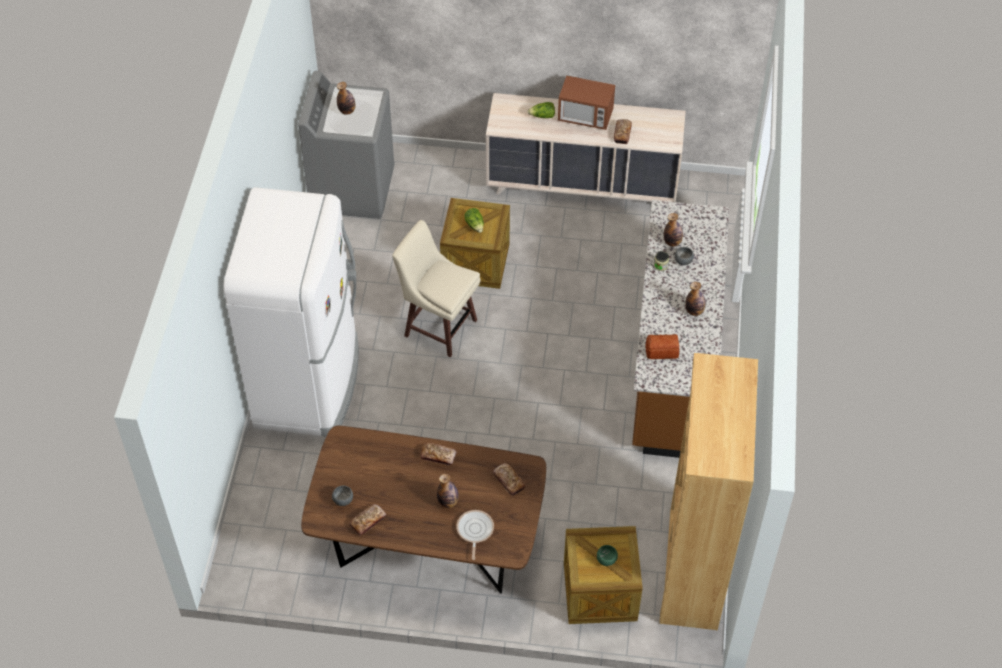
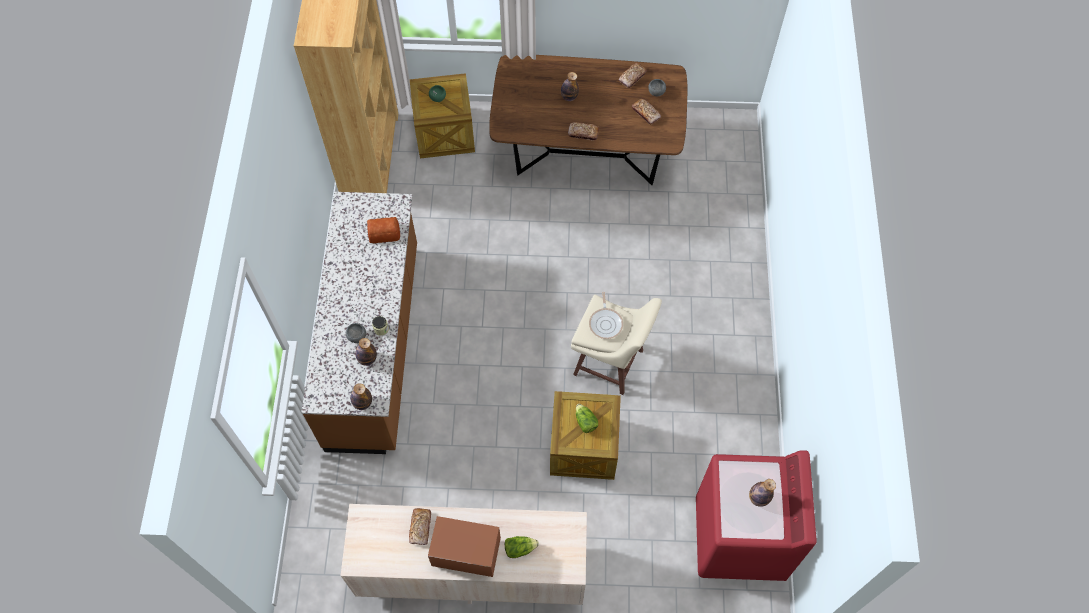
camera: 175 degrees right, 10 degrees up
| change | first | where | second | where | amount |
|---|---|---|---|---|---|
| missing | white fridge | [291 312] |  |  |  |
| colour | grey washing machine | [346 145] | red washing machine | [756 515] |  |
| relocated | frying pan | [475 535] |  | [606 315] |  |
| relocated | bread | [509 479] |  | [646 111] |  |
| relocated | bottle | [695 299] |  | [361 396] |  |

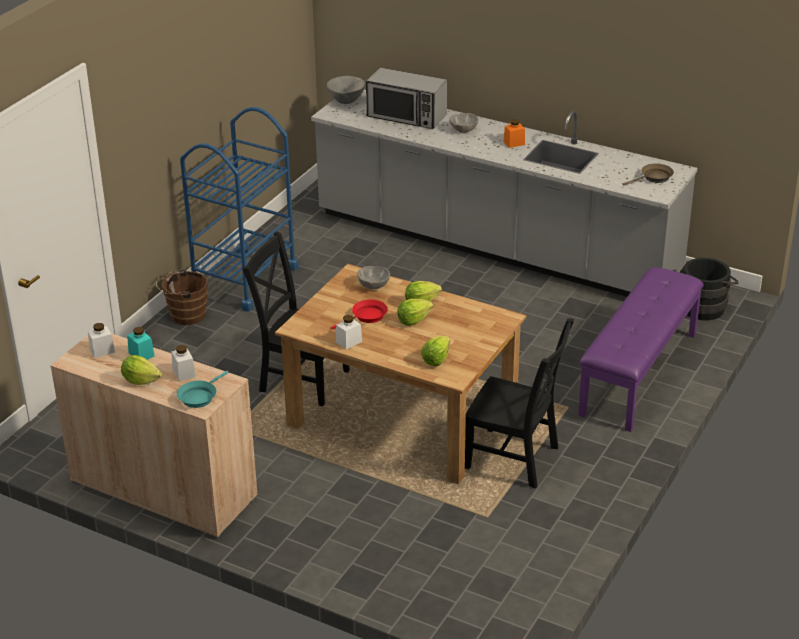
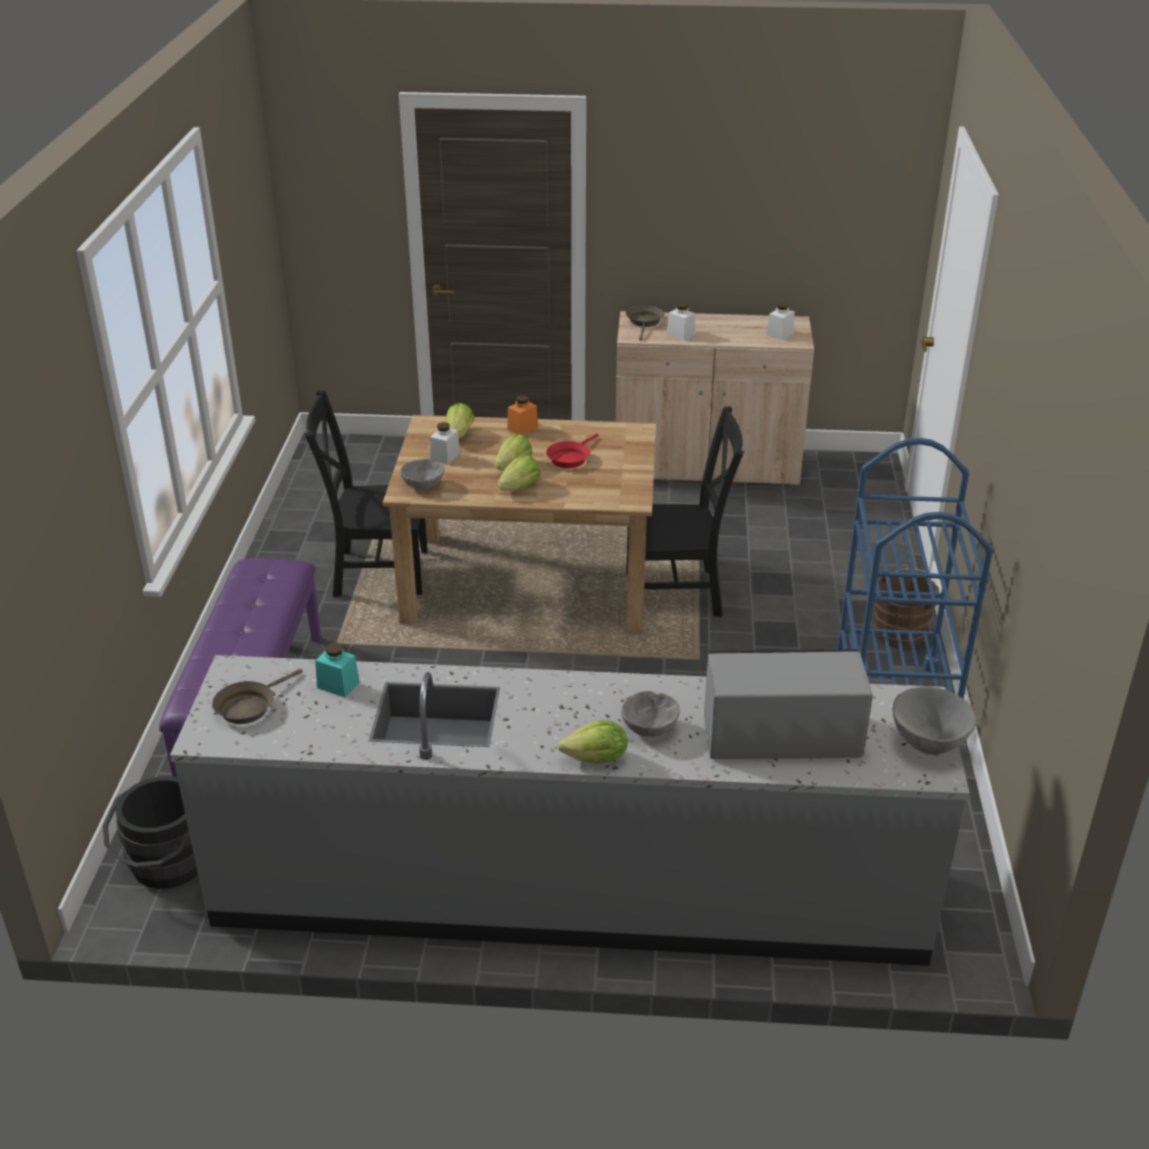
camera: 155 degrees right, 0 degrees up
| change | first | where | second | where | amount |
|---|---|---|---|---|---|
| relocated | lettuce | [141 370] |  | [593 742] |  |
| relocated | turquoise jar | [141 343] |  | [337 670] |  |
| colour | turquoise frying pan | [202 389] | brown frying pan | [645 323] |  |
| relocated | white jar | [349 332] |  | [445 443] |  |
| relocated | grey bowl | [373 277] |  | [422 474] |  |
| relocated | orange jar | [514 133] |  | [522 415] |  |

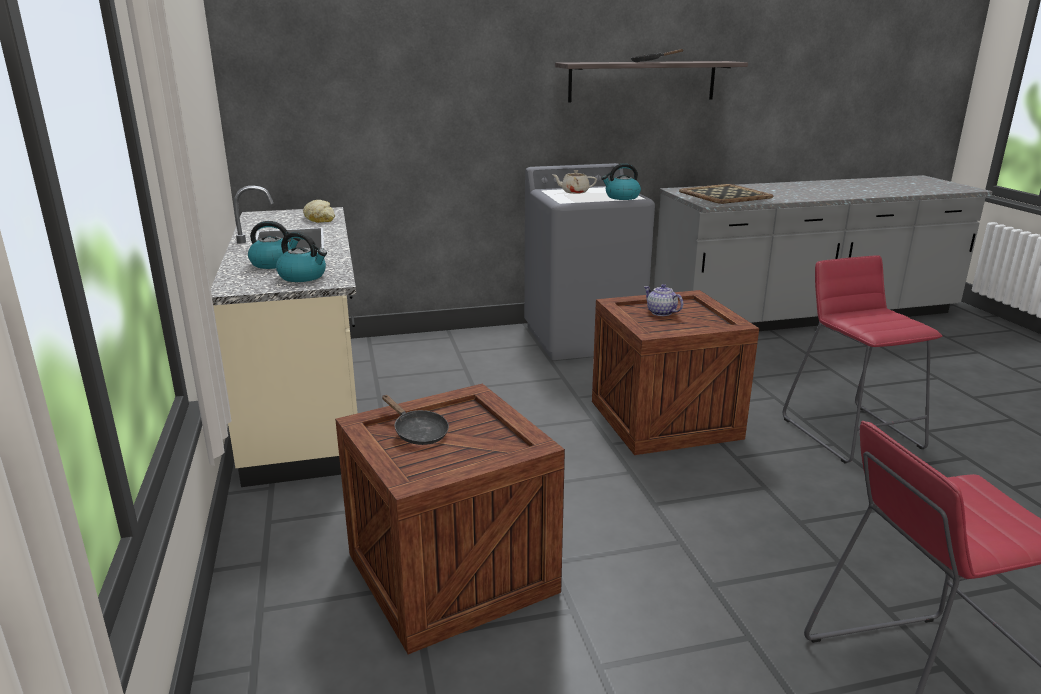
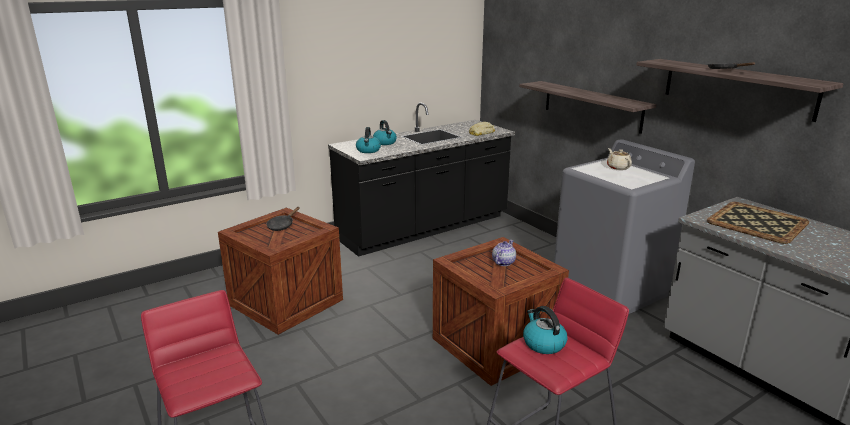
camera: 70 degrees right, 0 degrees up
| change | first | where | second | where | amount |
|---|---|---|---|---|---|
| colour | beige counter | [284 336] | black counter | [421 180] |  |
| relocated | kettle | [621 181] |  | [545 330] |  |
| appeared |  |  | shelf | [588 107] |  |

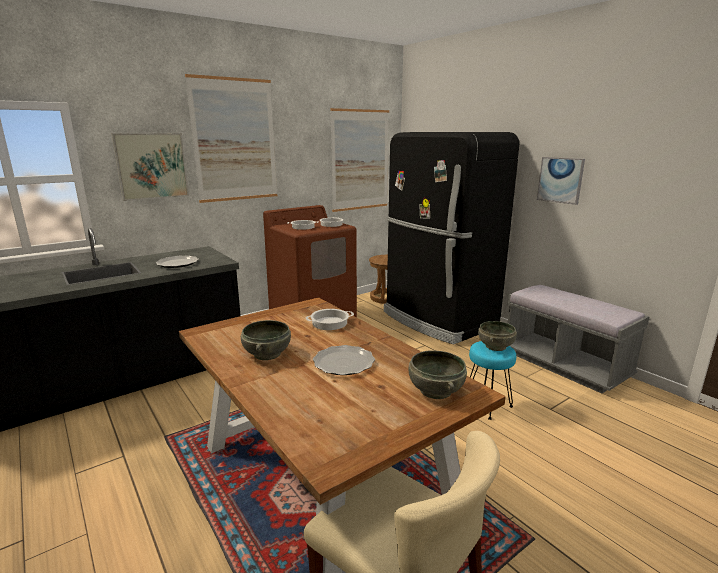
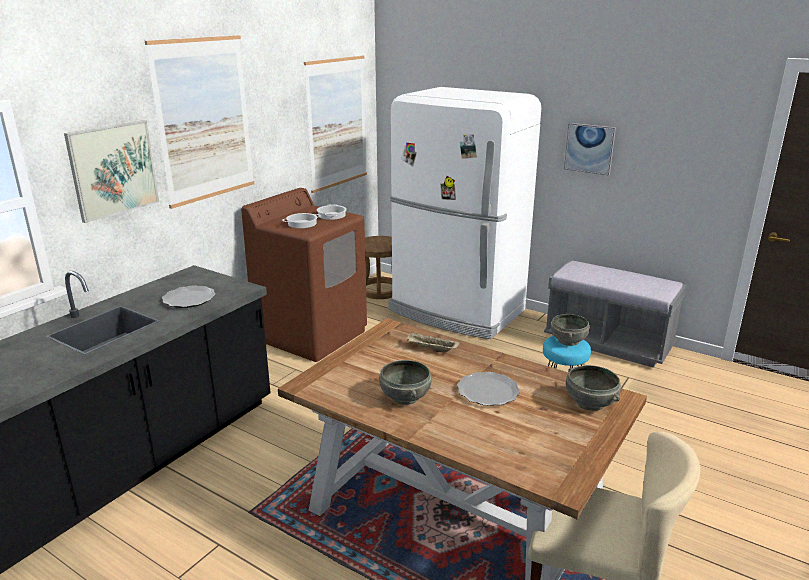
camera: 20 degrees left, 5 degrees up
| change | first | where | second | where | amount |
|---|---|---|---|---|---|
| exchanged | cooking pot | [330 319] | beige tray | [433 342] |  |
| colour | black fridge | [451 238] | white fridge | [464 213] |  |

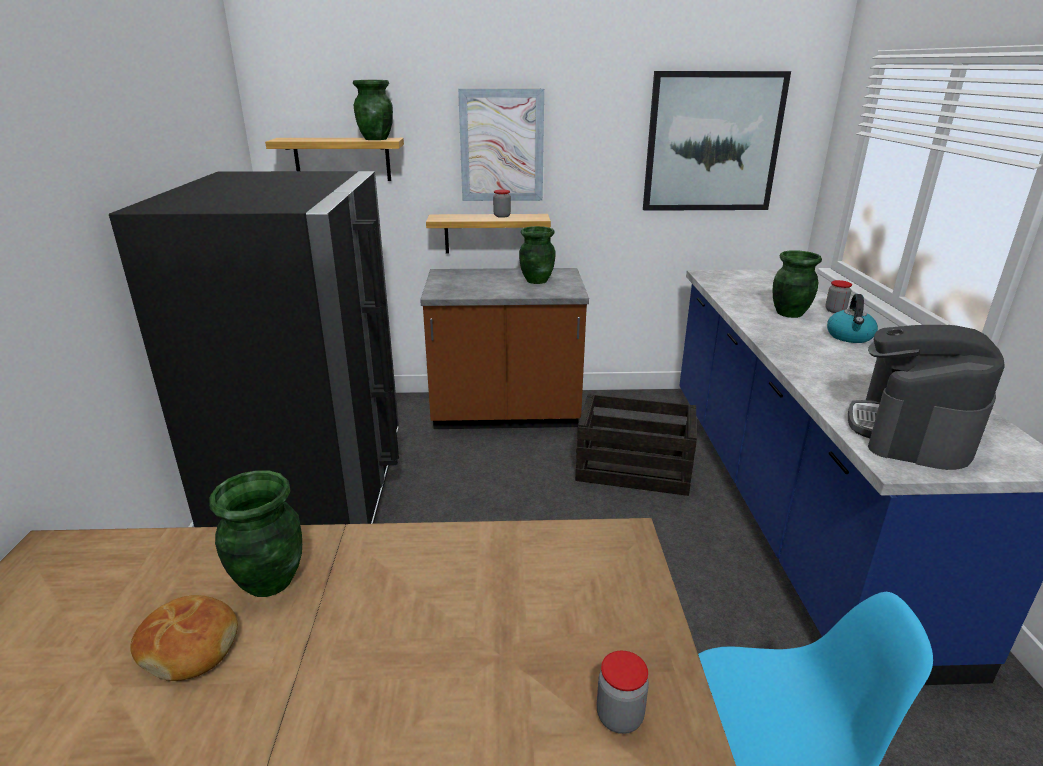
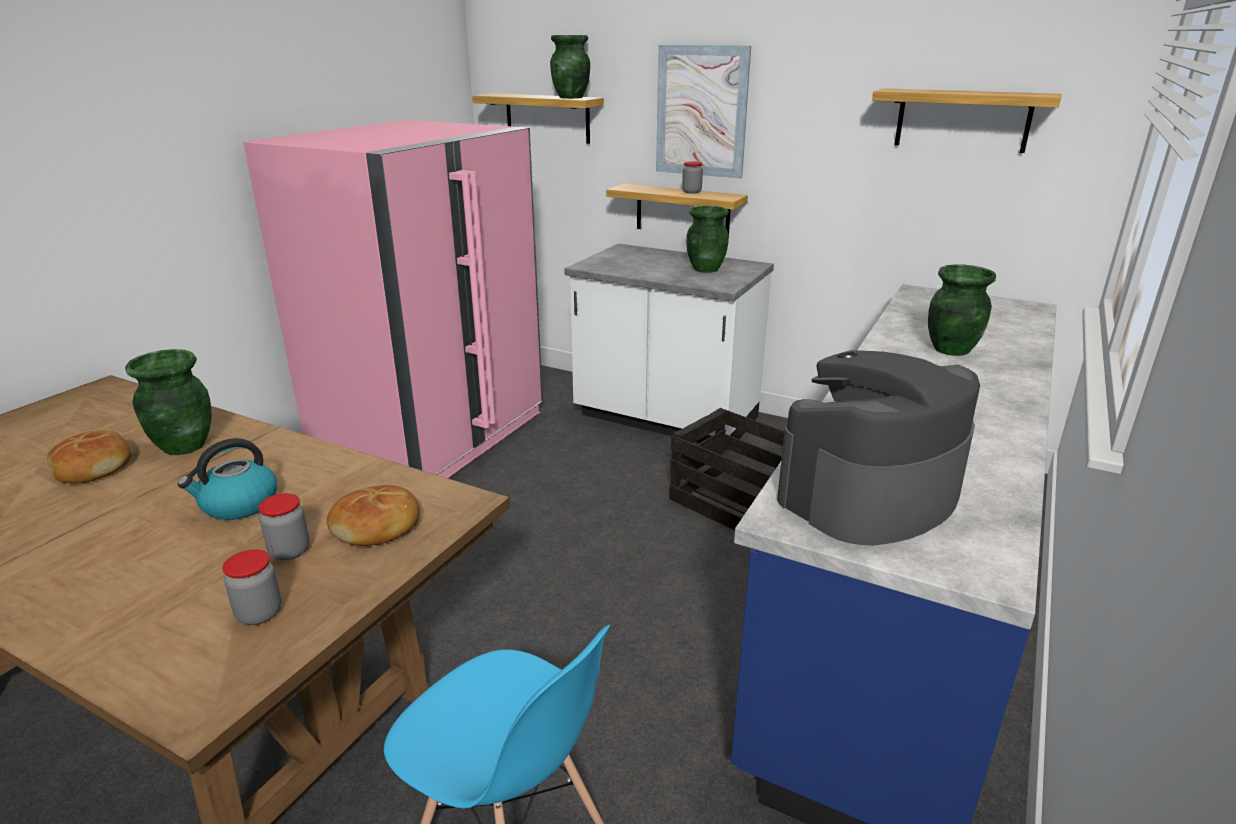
camera: 30 degrees right, 0 degrees up
| change | first | where | second | where | amount |
|---|---|---|---|---|---|
| colour | black fridge | [254 349] | pink fridge | [393 299] |  |
| colour | brown counter | [504 348] | white counter | [669 347] |  |
| exchanged | picture | [717 141] | shelf | [967 120] |  |
| relocated | jar | [838 296] |  | [283 526] |  |
| relocated | kettle | [852 318] |  | [227 479] |  |
| appeared |  |  | bread | [373 515] |  |

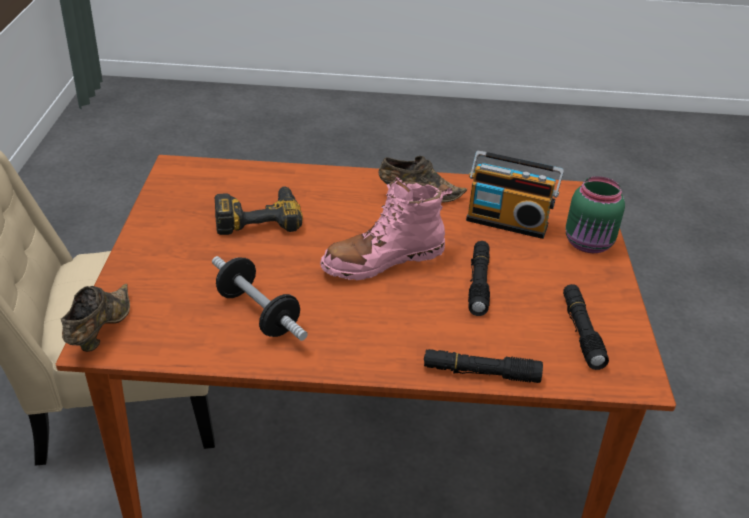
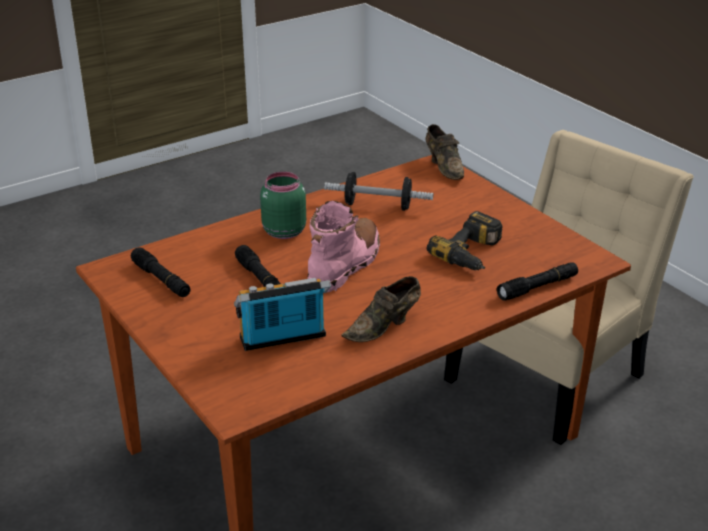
camera: 145 degrees right, 5 degrees down
| change | first | where | second | where | amount |
|---|---|---|---|---|---|
| relocated | black flashlight | [483 366] |  | [537 281] |  |
| relocated | green jar | [595 214] |  | [283 205] |  |

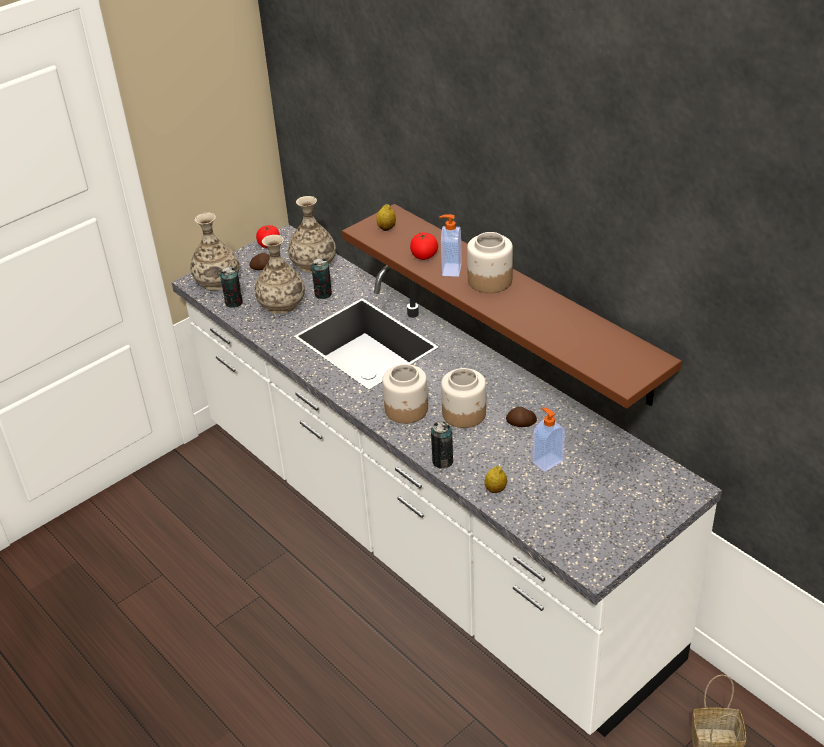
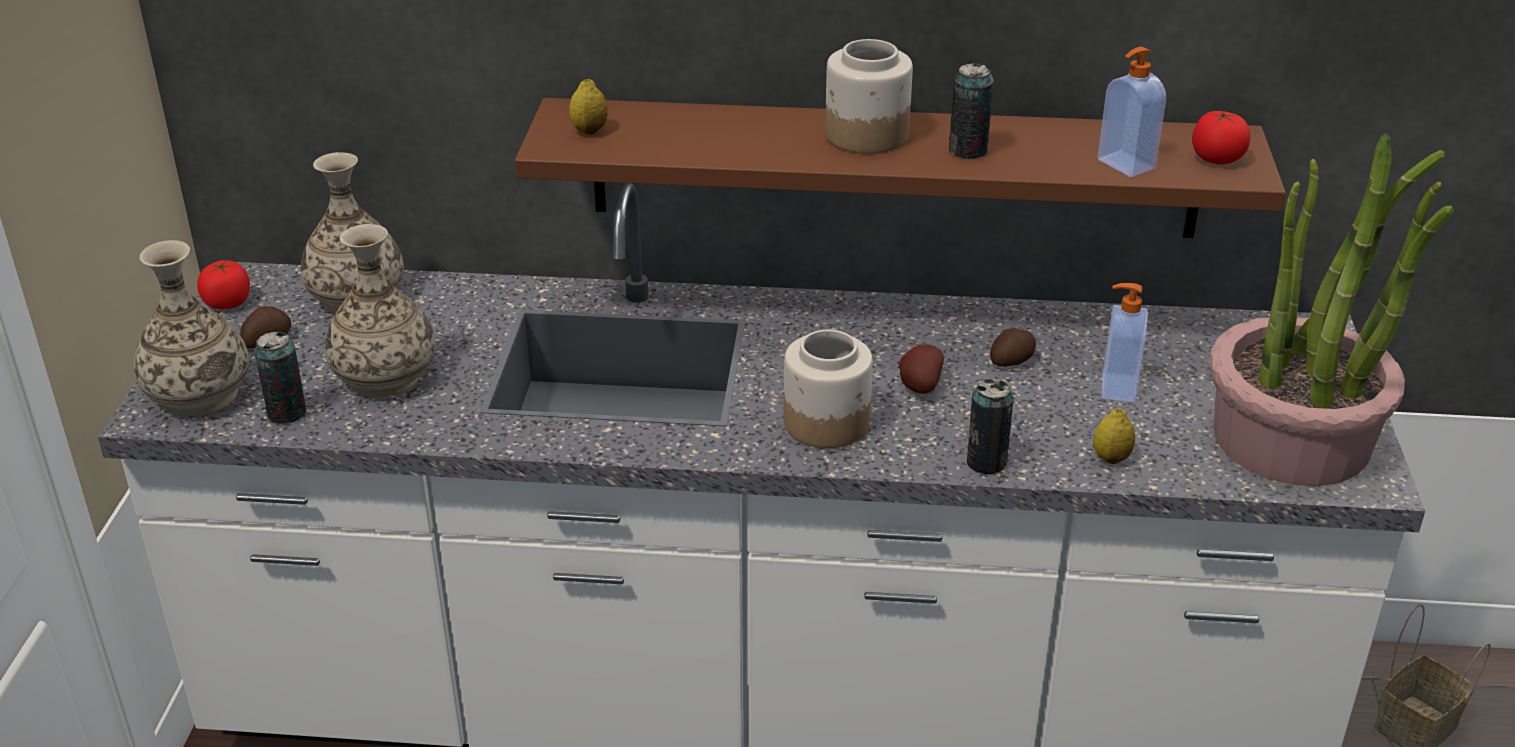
camera: 45 degrees left, 5 degrees down
| change | first | where | second | where | amount |
|---|---|---|---|---|---|
| relocated | can | [321 278] |  | [971 111] |  |
| relocated | tomato | [424 246] |  | [1221 136] |  |
| relocated | soap dispenser | [450 245] |  | [1132 112] |  |
| exchanged | jar | [463 398] | potato | [921 369] |  |
| appeared |  |  | potted plant | [1331 309] |  |

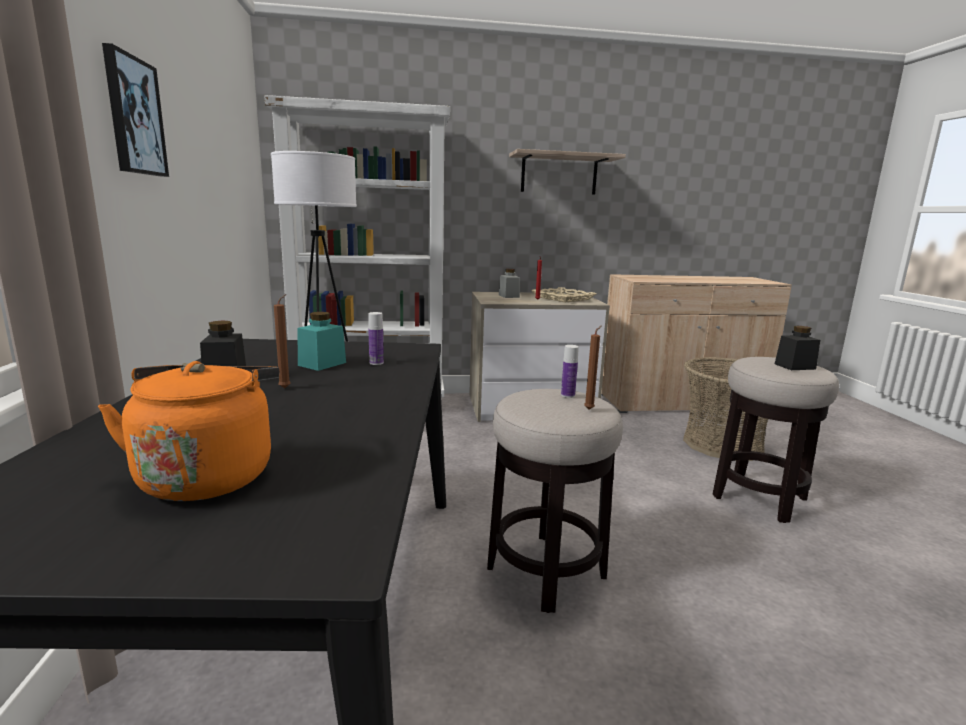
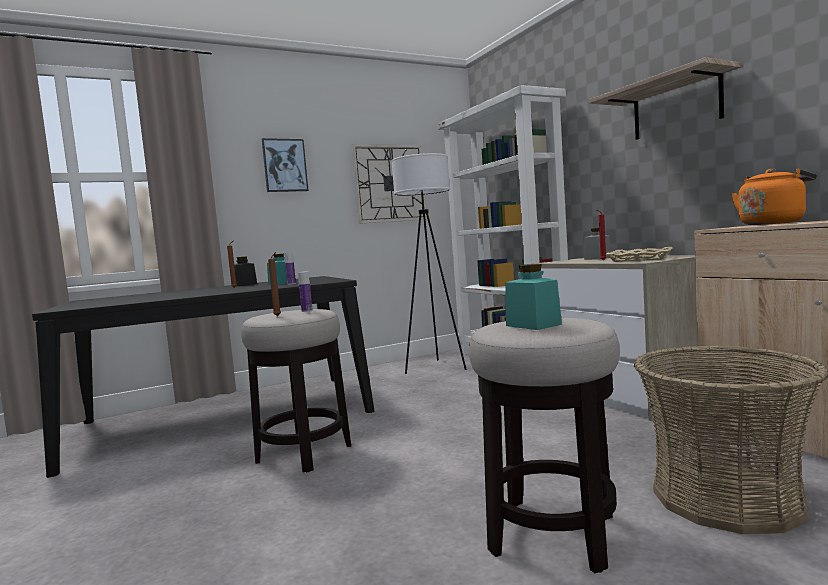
camera: 70 degrees right, 10 degrees down
| change | first | where | second | where | amount |
|---|---|---|---|---|---|
| relocated | orange kettle | [188 431] |  | [774 197] |  |
| colour | black jar | [797 348] | turquoise jar | [533 297] |  |
| appeared |  |  | wall clock | [389 184] |  |

